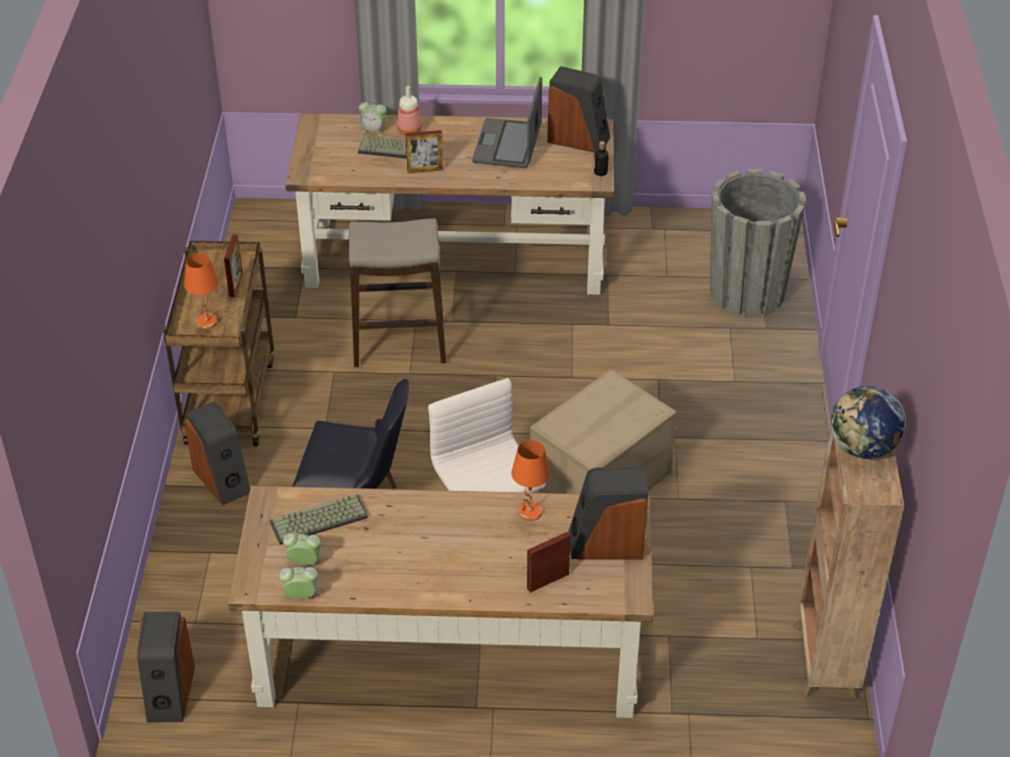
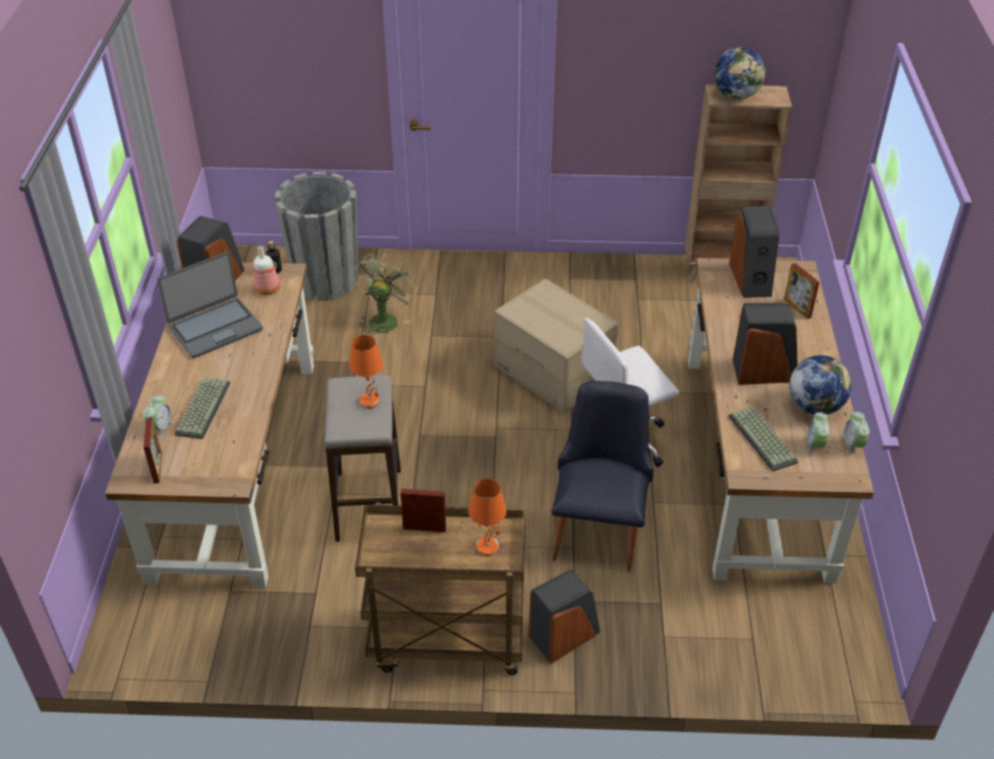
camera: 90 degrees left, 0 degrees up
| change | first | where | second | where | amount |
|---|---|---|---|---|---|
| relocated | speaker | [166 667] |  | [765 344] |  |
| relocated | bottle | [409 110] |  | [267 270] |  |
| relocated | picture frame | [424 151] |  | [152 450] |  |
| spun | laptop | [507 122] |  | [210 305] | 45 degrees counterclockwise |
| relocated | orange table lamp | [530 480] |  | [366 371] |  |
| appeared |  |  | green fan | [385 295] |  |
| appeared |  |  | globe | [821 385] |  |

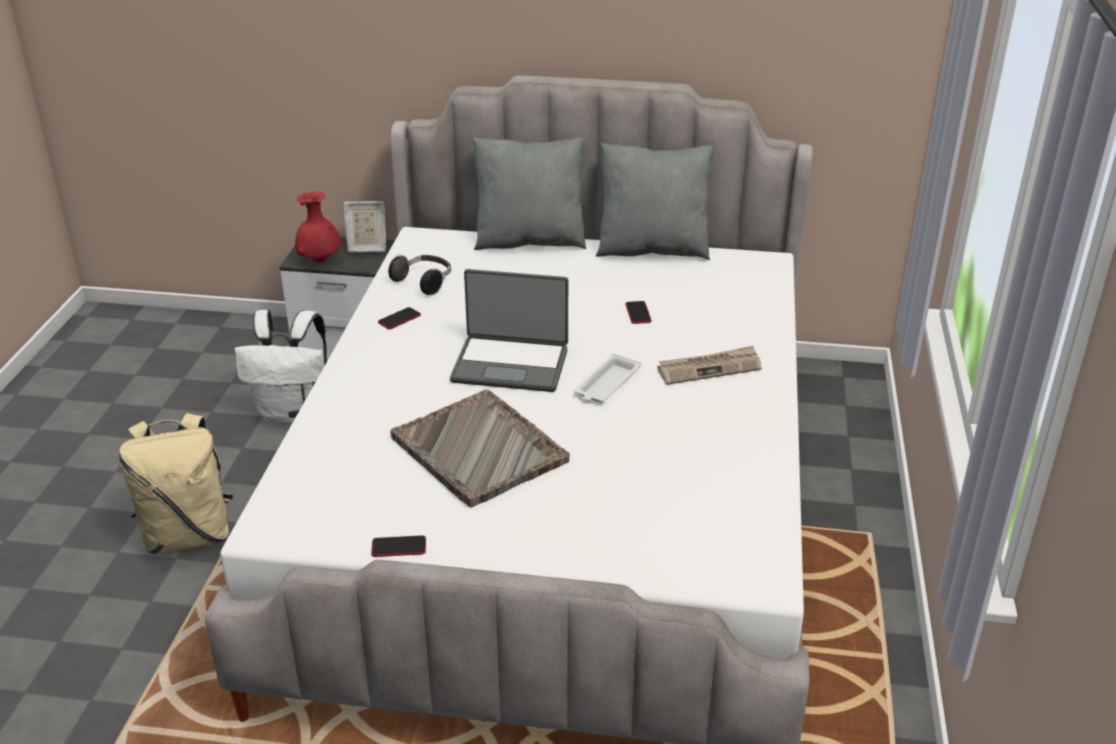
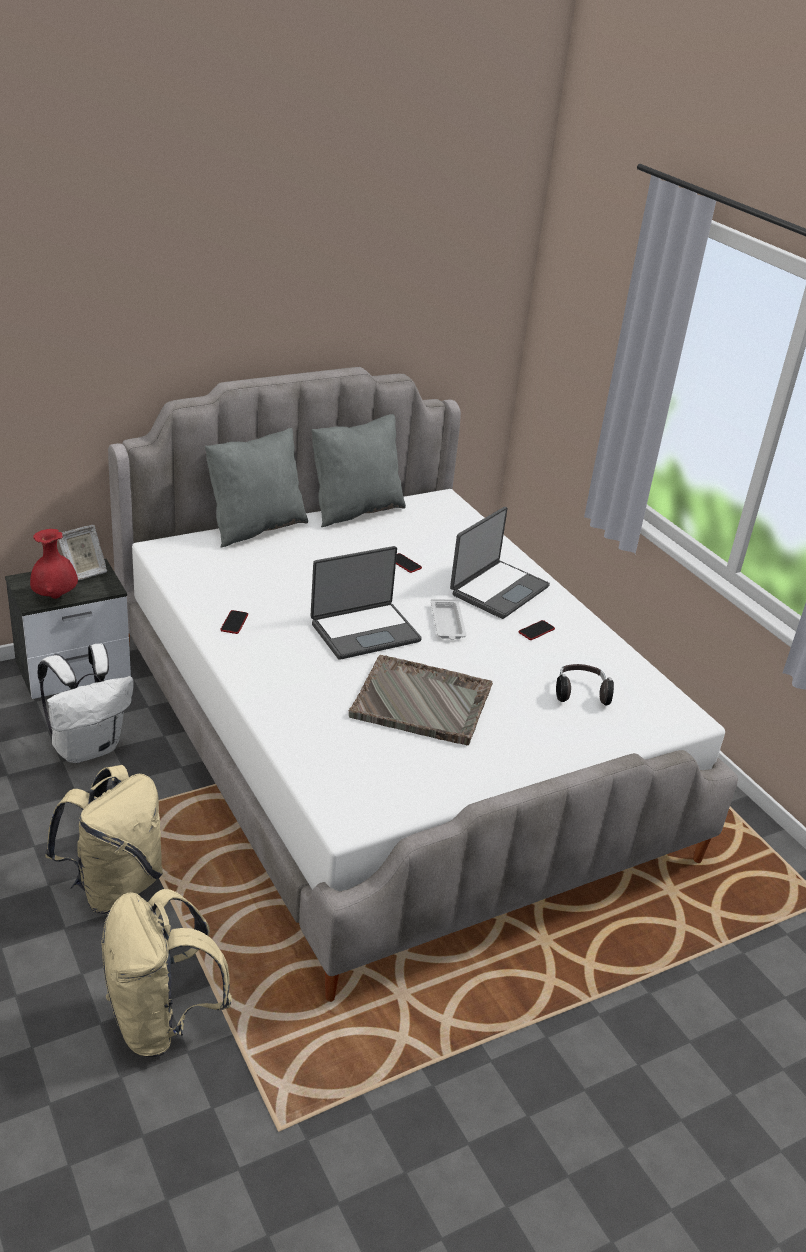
camera: 40 degrees left, 0 degrees up
| change | first | where | second | where | amount |
|---|---|---|---|---|---|
| relocated | phone | [398 546] |  | [537 630] |  |
| relocated | headphones | [419 275] |  | [585 684] |  |
| exchanged | newspaper | [709 365] | laptop | [500 563] |  |
| appeared |  |  | beige backpack | [166 973] |  |

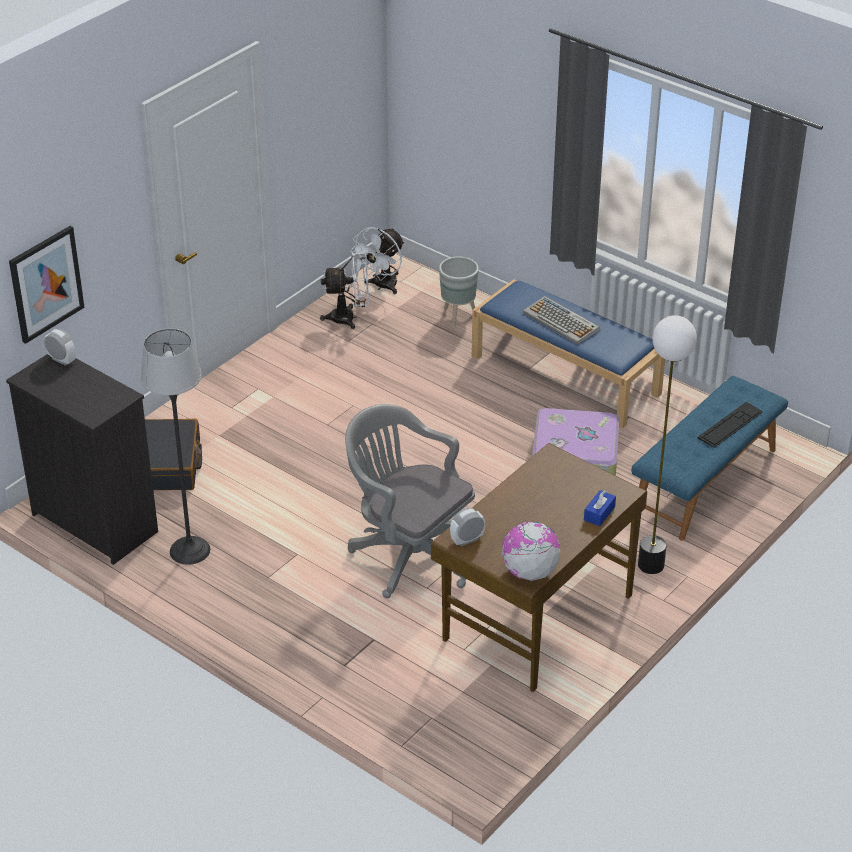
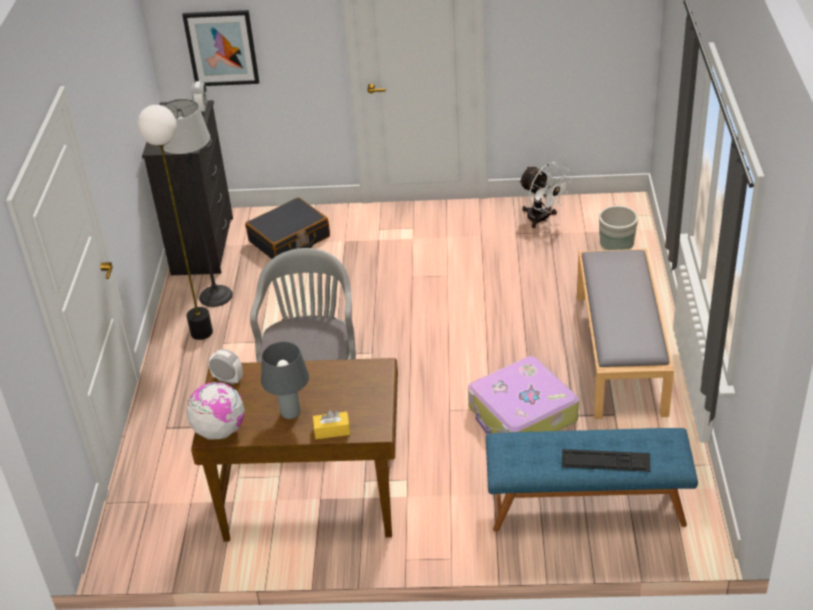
camera: 55 degrees right, 0 degrees up
| change | first | where | second | where | amount |
|---|---|---|---|---|---|
| missing | white fan | [377 260] |  |  |  |
| colour | blue bench | [568 354] | grey bench | [625 334] |  |
| missing | keyboard | [561 320] |  |  |  |
| colour | blue tissue box | [600 508] | yellow tissue box | [331 424] |  |
| relocated | floor lamp | [667 444] |  | [175 222] |  |
| appeared |  |  | grey table lamp | [285 380] |  |

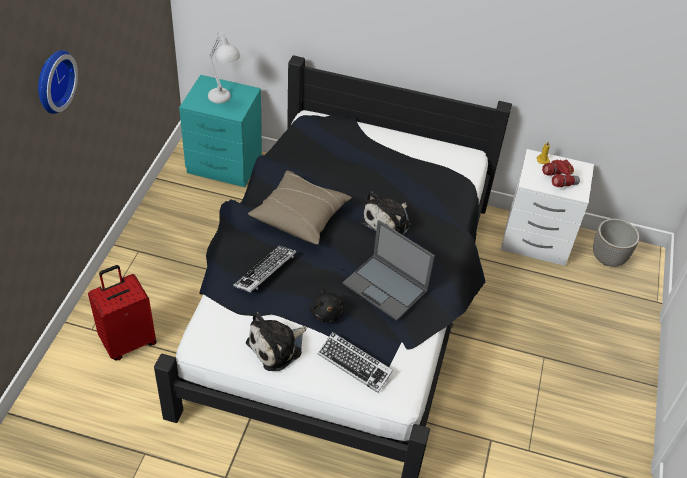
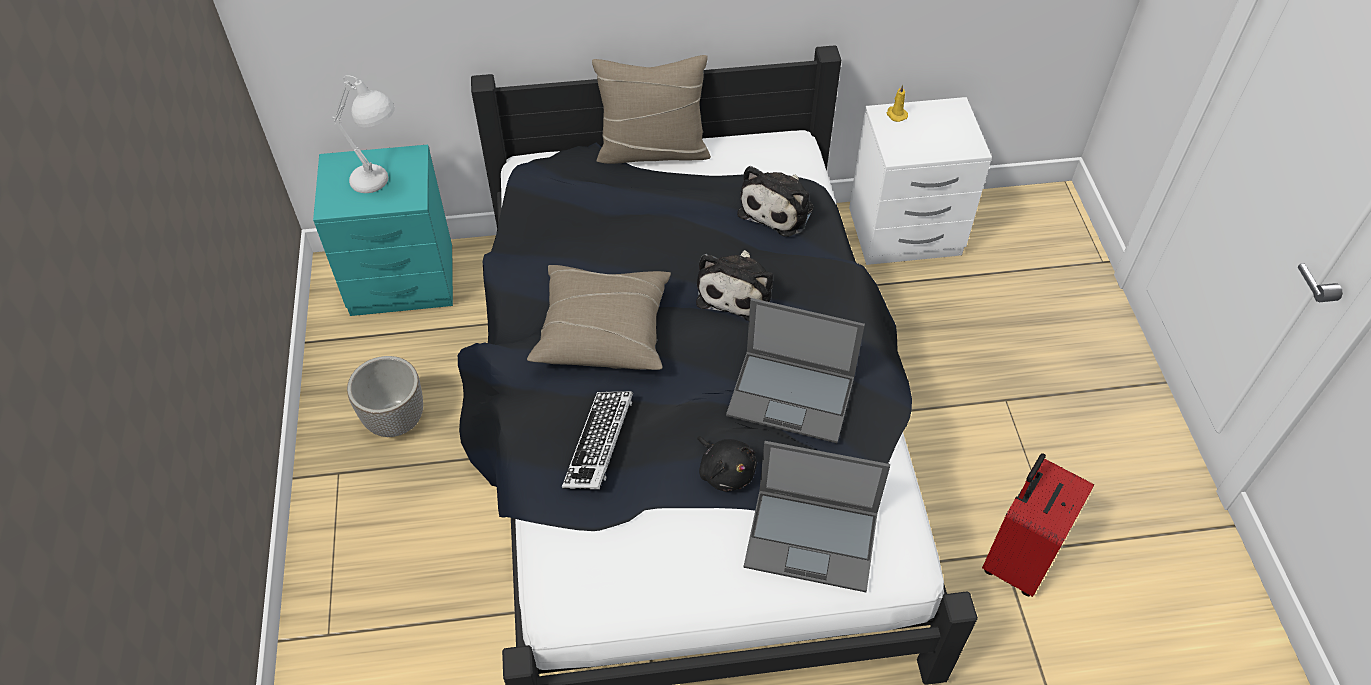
camera: 20 degrees left, 5 degrees up
| change | first | where | second | where | amount |
|---|---|---|---|---|---|
| missing | wall clock | [58 82] |  |  |  |
| relocated | red suitcase | [122 312] |  | [1038 525] |  |
| relocated | plush toy | [276 341] |  | [775 201] |  |
| exchanged | keyboard | [355 362] | laptop | [816 516] |  |
| missing | red binoculars | [561 173] |  |  |  |
| relocated | planter | [616 243] |  | [385 396] |  |
| appeared |  |  | beige pillow | [651 109] |  |

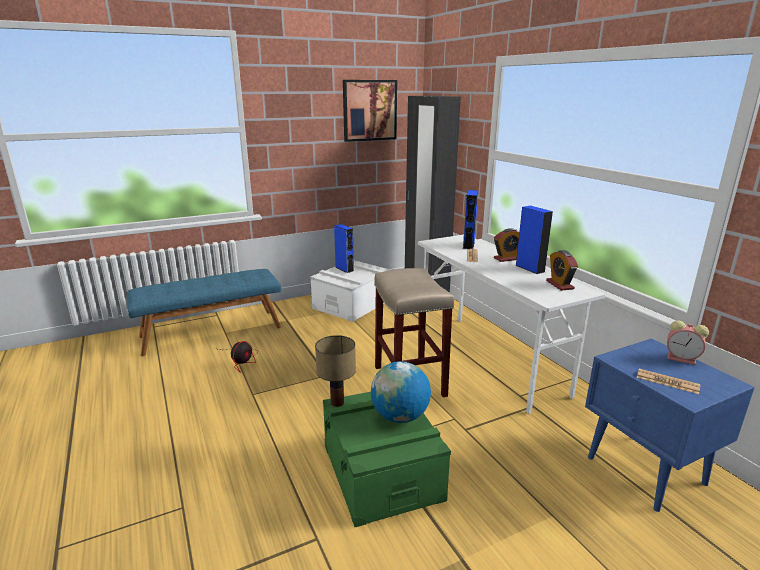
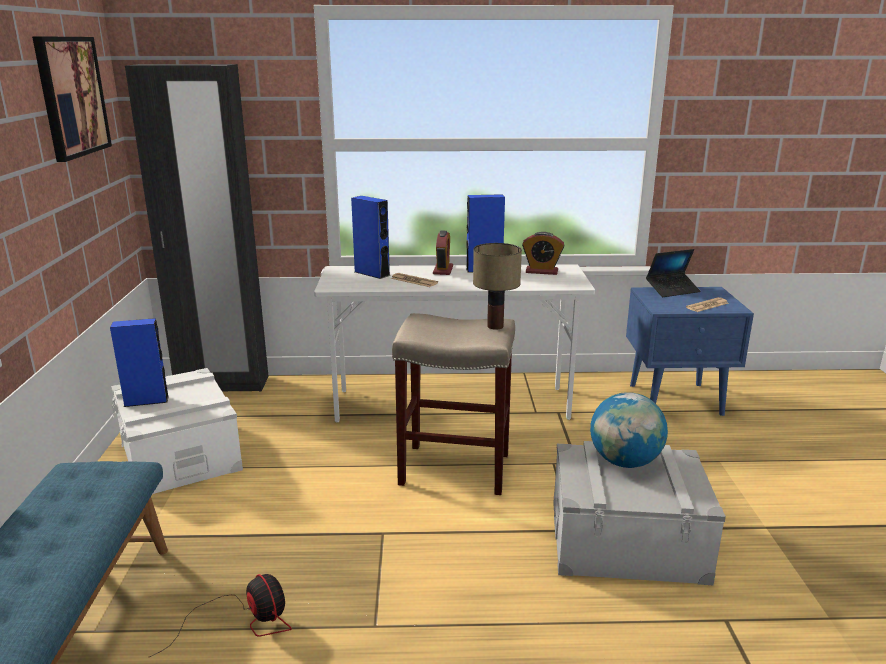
camera: 65 degrees left, 0 degrees up
| change | first | where | second | where | amount |
|---|---|---|---|---|---|
| relocated | table lamp | [335 371] |  | [497 286] |  |
| colour | green storage box | [387 459] | grey storage box | [639 513] |  |
| exchanged | alarm clock | [688 342] | laptop | [673 273] |  |

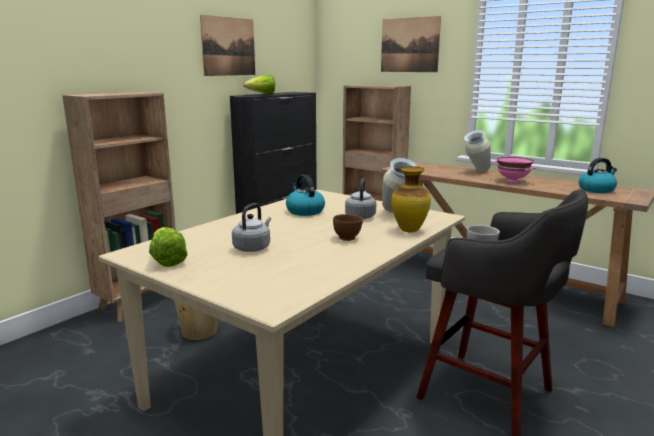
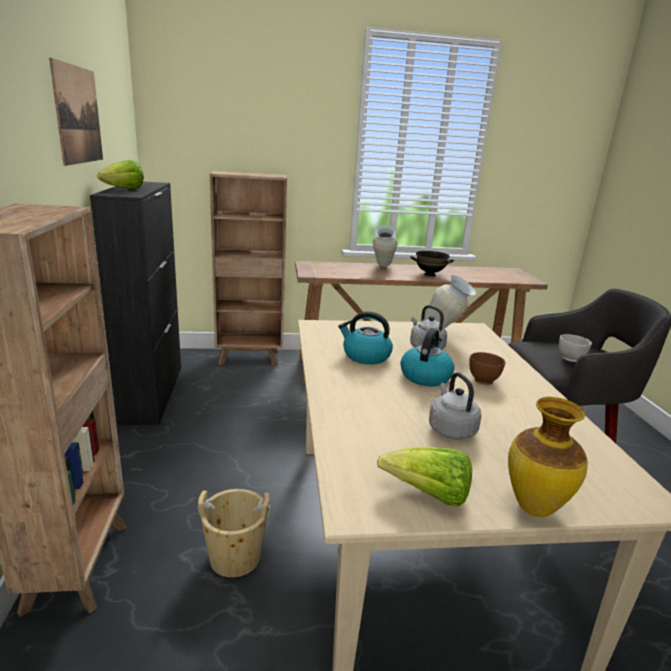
camera: 45 degrees left, 5 degrees up
| change | first | where | second | where | amount |
|---|---|---|---|---|---|
| missing | picture | [411 44] |  |  |  |
| relocated | vase | [411 199] |  | [548 457] |  |
| colour | pink bowl | [515 170] | black bowl | [432 263] |  |
| relocated | kettle | [598 175] |  | [427 357] |  |

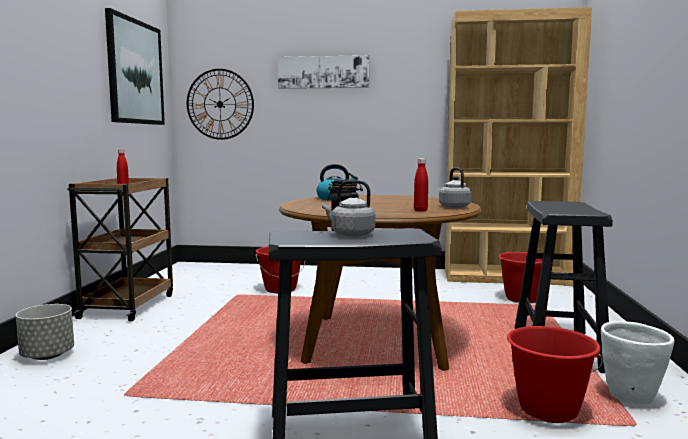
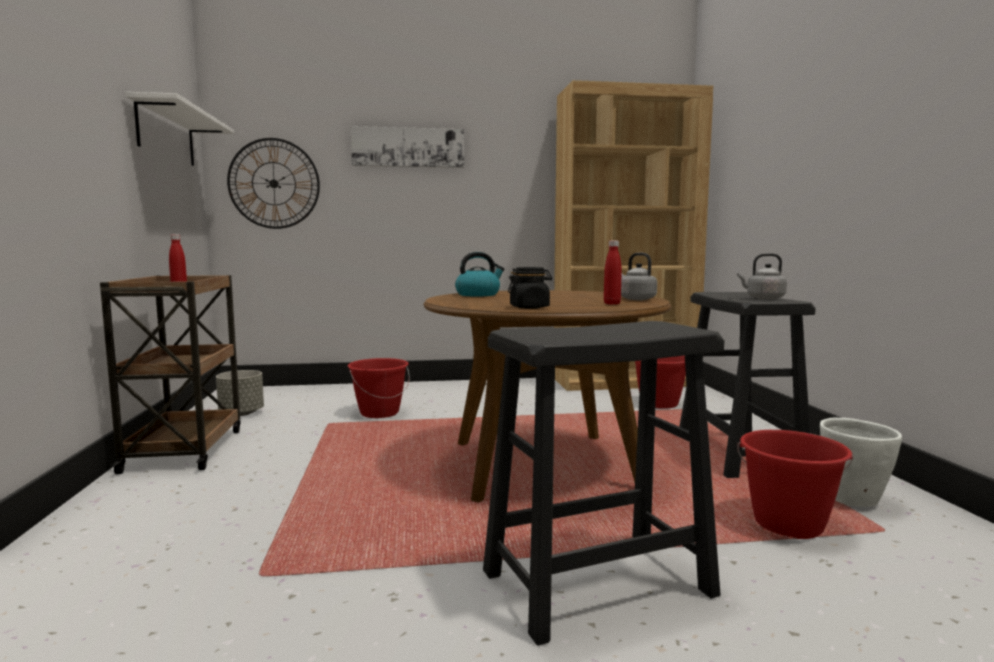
camera: 15 degrees left, 0 degrees up
| change | first | where | second | where | amount |
|---|---|---|---|---|---|
| relocated | grey planter | [45 332] |  | [240 393] |  |
| exchanged | picture | [135 66] | white shelf | [179 129] |  |
| relocated | grey kettle | [348 208] |  | [762 276] |  |

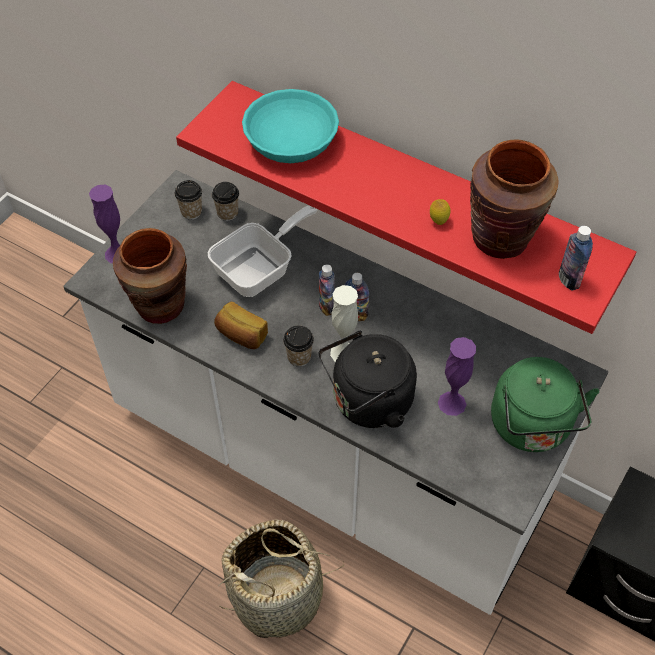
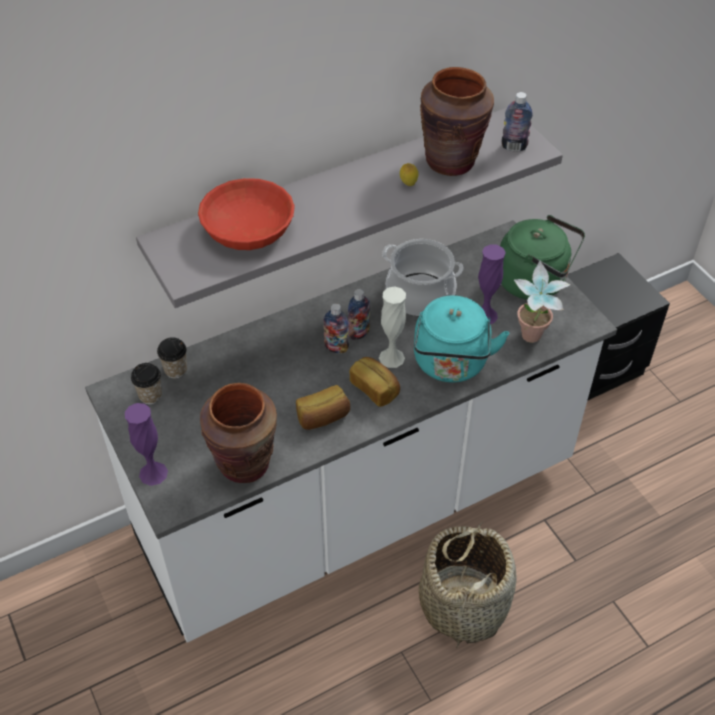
camera: 60 degrees left, 5 degrees down
| change | first | where | second | where | amount |
|---|---|---|---|---|---|
| colour | red shelf | [406 207] | grey shelf | [349 208] |  |
| missing | frying pan | [262 251] |  |  |  |
| colour | turquoise bowl | [290 126] | red bowl | [246 214] |  |
| exchanged | cup | [298 346] | bread | [374 382] |  |
| colour | black kettle | [368 379] | turquoise kettle | [461 339] |  |
| appeared |  |  | cooking pot | [423 277] |  |
| appeared |  |  | potted plant | [542 302] |  |

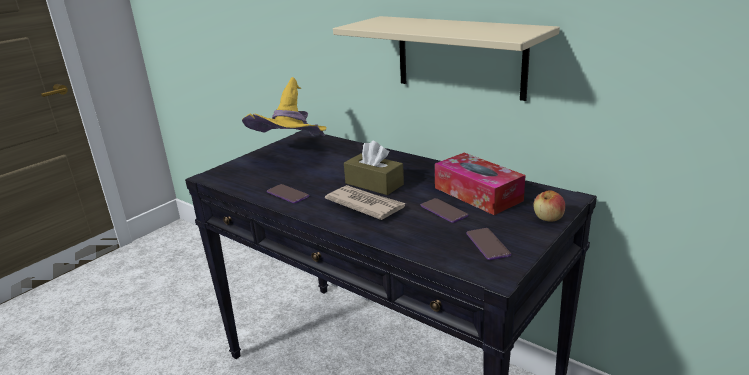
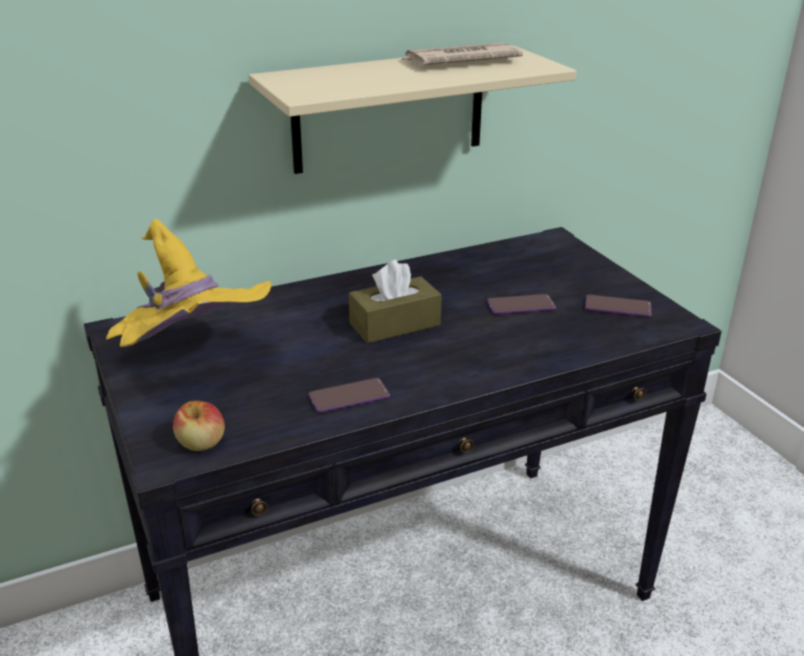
camera: 65 degrees left, 5 degrees up
| change | first | where | second | where | amount |
|---|---|---|---|---|---|
| relocated | newspaper | [365 202] |  | [462 54] |  |
| missing | tissue box | [480 184] |  |  |  |
| relocated | apple | [549 206] |  | [199 426] |  |

